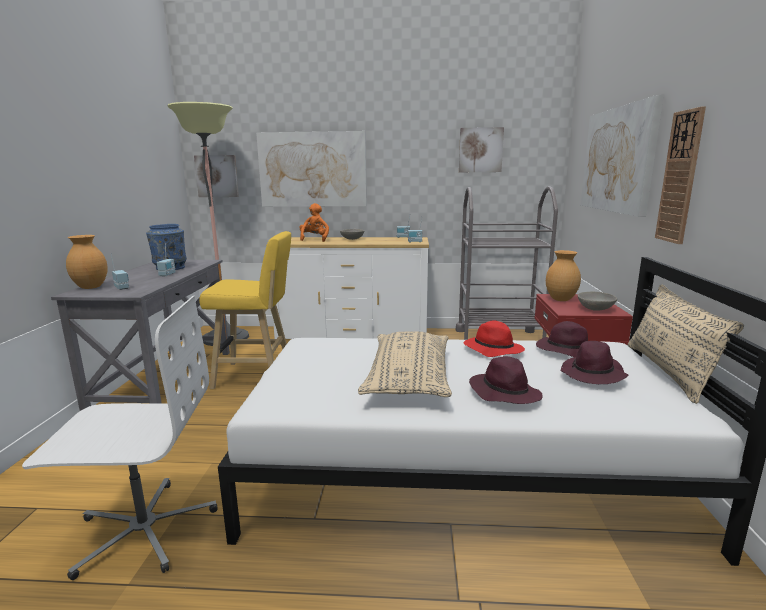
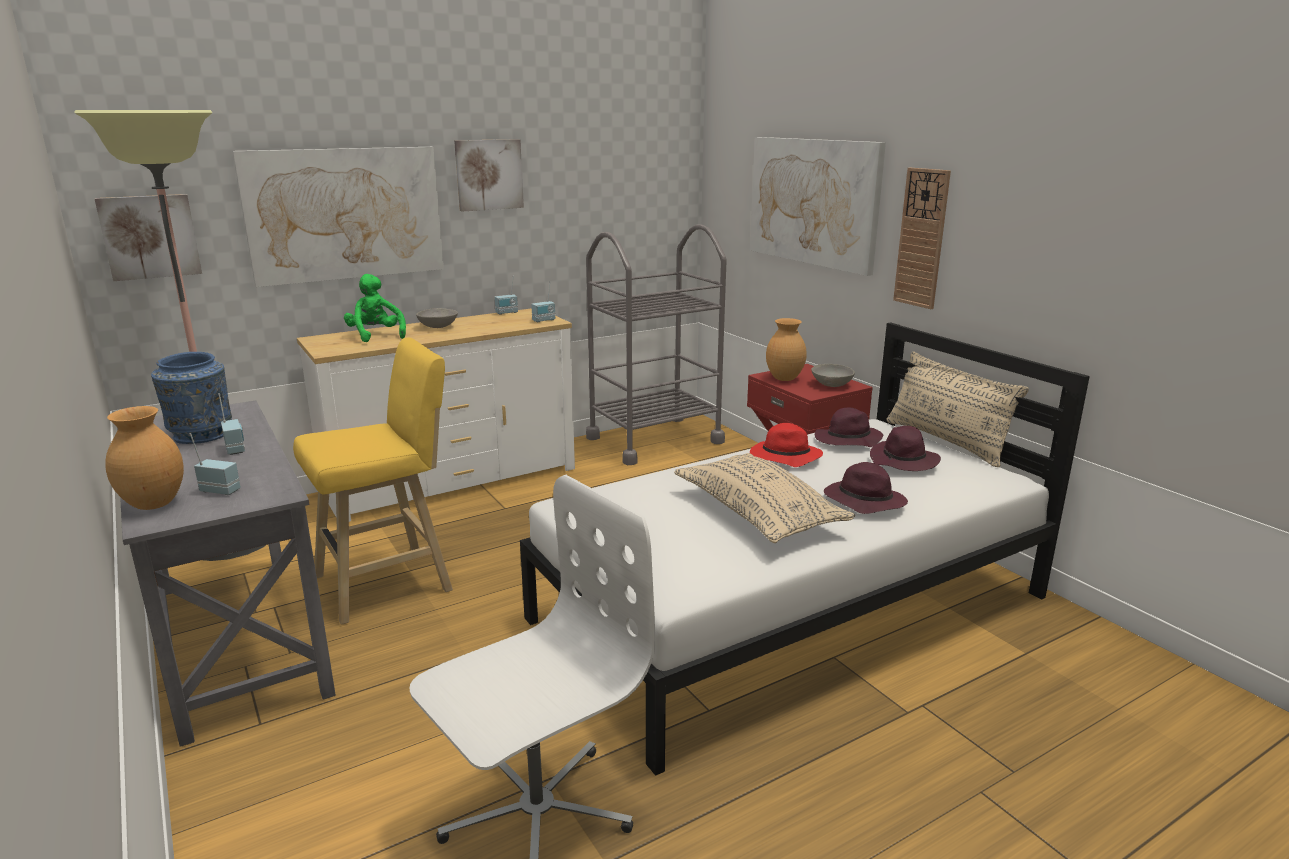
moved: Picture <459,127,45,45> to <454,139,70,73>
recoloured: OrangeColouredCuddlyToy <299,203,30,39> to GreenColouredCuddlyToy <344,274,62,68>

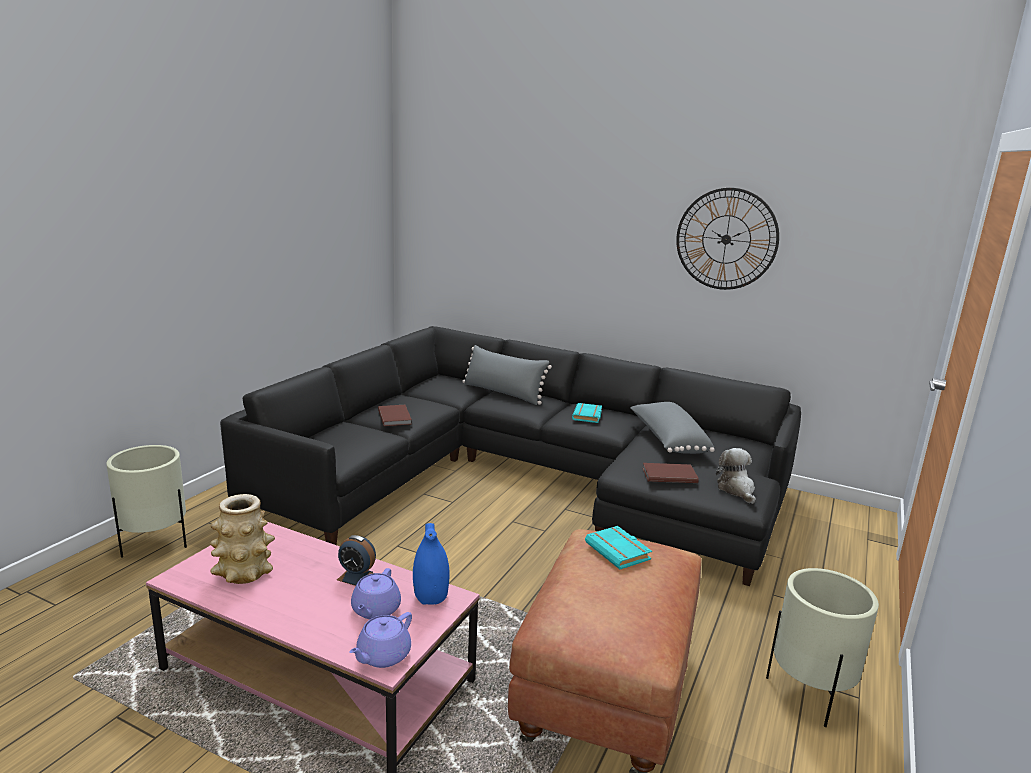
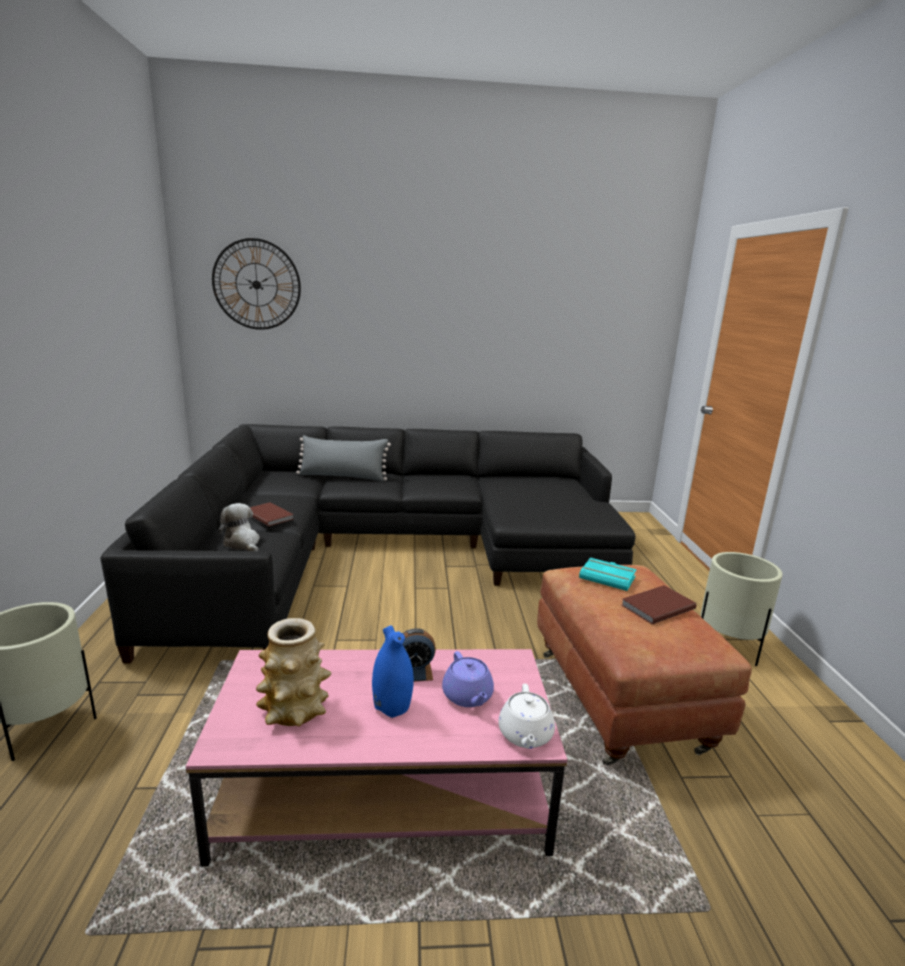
removed: GreyishCushion <630,402,85,52>; BlueGreenVolume <572,403,30,20>
moved: HangingClock <676,188,103,102> to <212,238,89,92>; CuddlyToy <716,448,40,56> to <218,503,42,48>; BrownishVolume <643,463,56,20> to <621,585,75,39>; BluishDecorativeVase <413,523,37,82> to <372,625,42,93>
recoloured: PurplePotForTea <349,612,63,56> to WhiteColouredPotForTea <498,684,57,65>

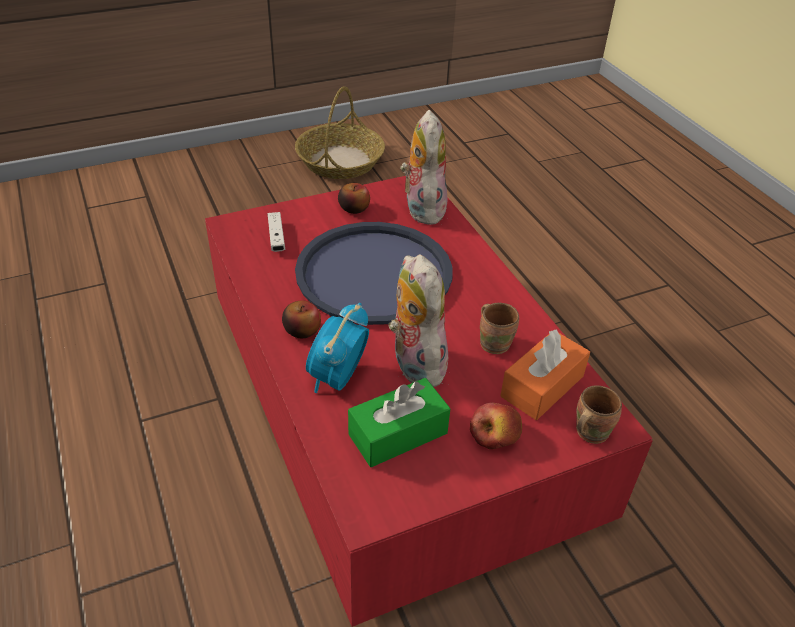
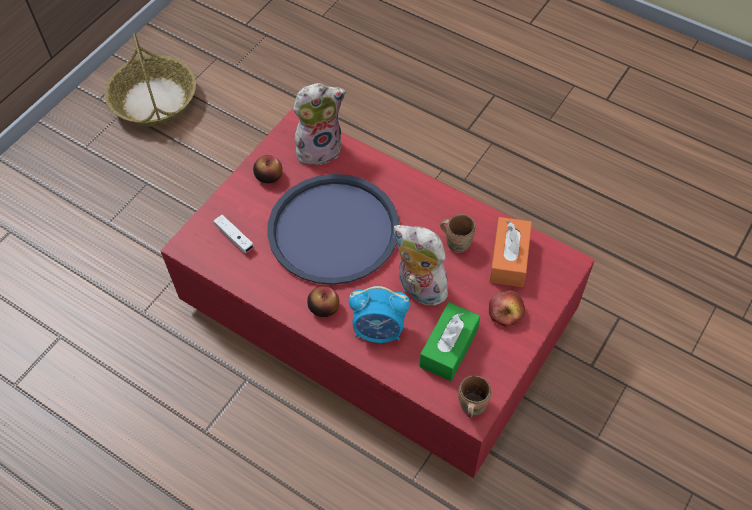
moved: BrownishTeaMug <576,385,46,59> to <458,375,34,43>
turned: CuddlyToy <401,110,47,115> = <293,83,53,82> 105 degrees clockwise; TableClock <306,303,63,90> = <349,286,61,57> 75 degrees counterclockwise

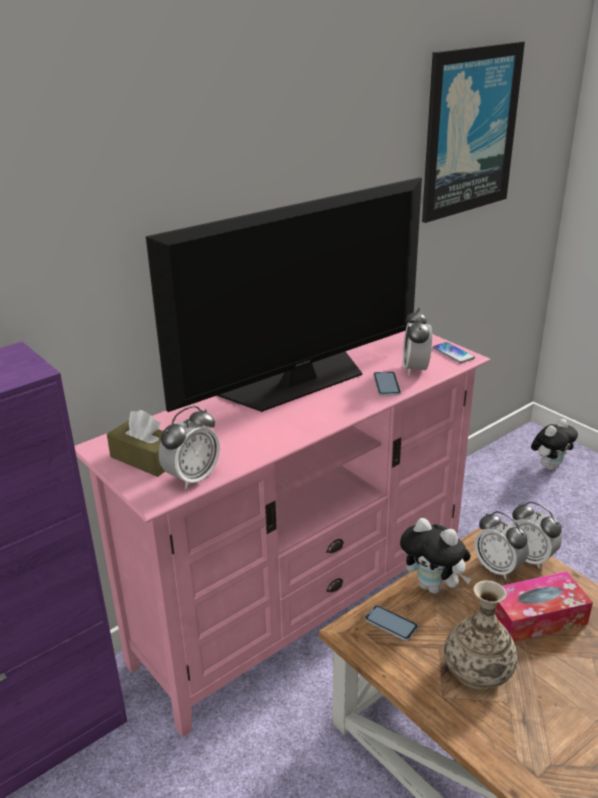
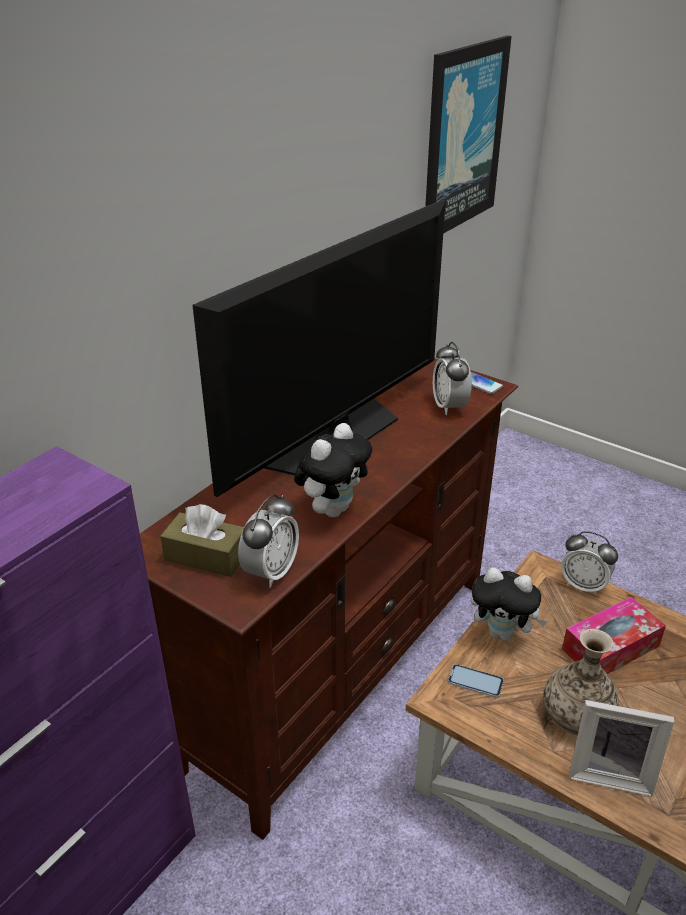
removed: Telephone <373,372,28,24>; TableClock <475,511,54,69>
added: PictureFrame <569,700,105,97>
moved: CuddlyToy <531,419,47,51> to <294,423,78,94>
recoloured: PinkTvStand <74,331,417,406> to BrownishTvStand <140,358,378,482>

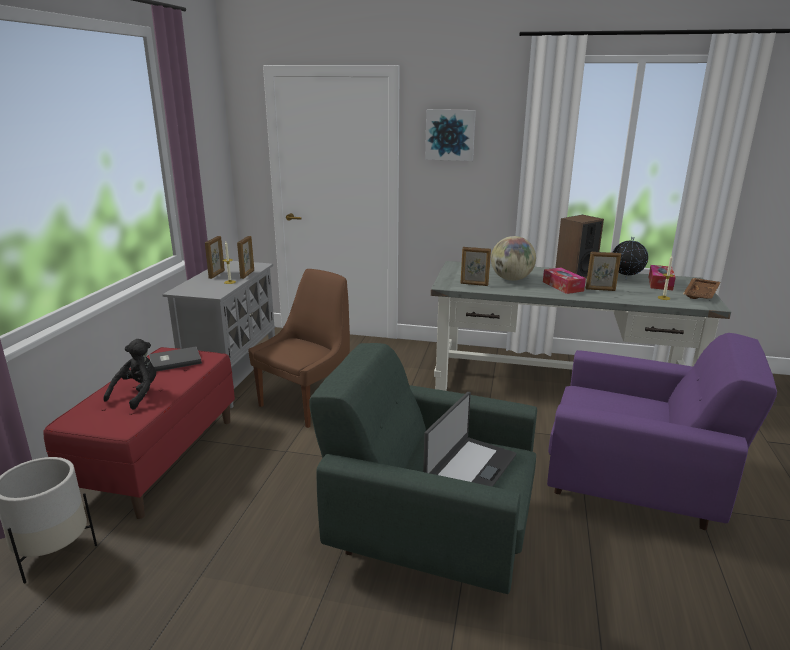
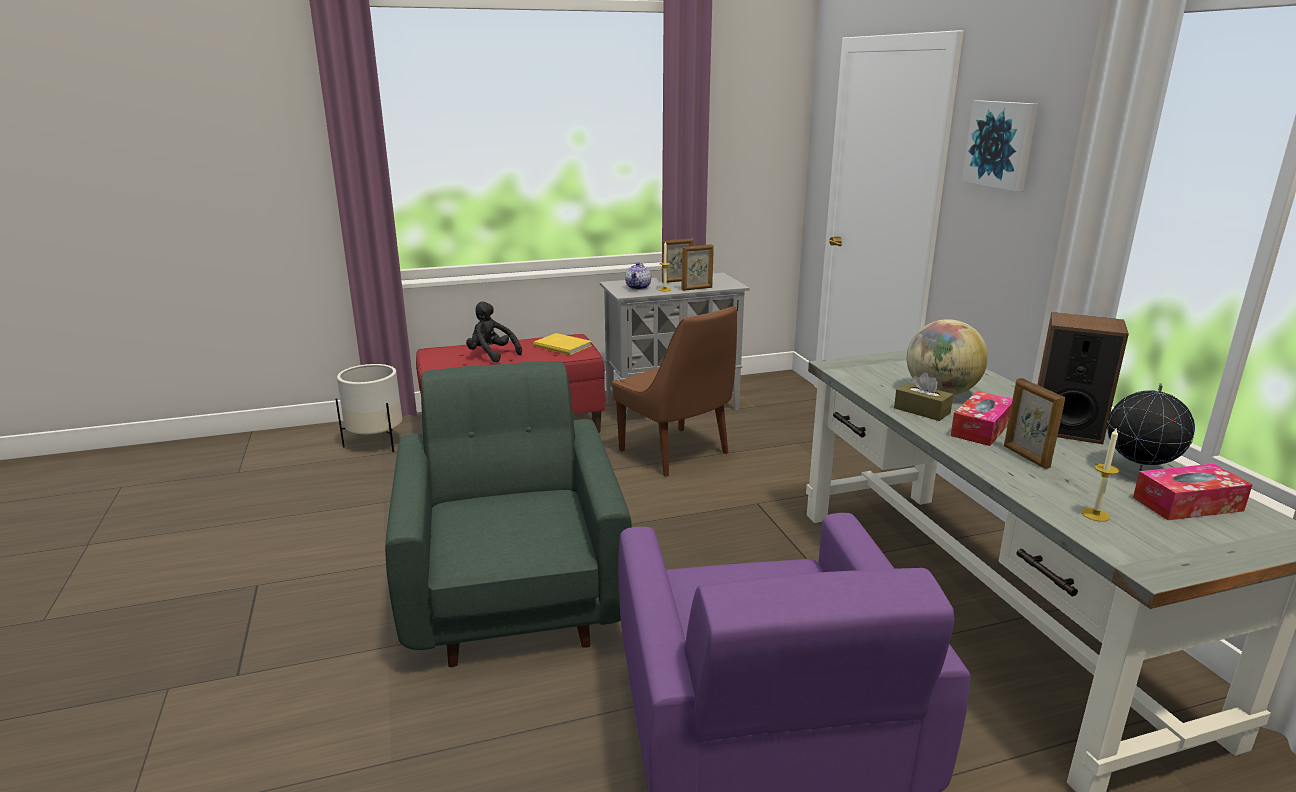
removed: PictureFrame <460,247,31,39>; BrownishServingTray <683,278,37,21>; PortableComputer <423,392,93,95>
added: PotForTea <625,262,26,28>; BrownishTissueHolder <894,372,59,49>
recoloured: GreyishVolume <149,347,53,25> to YellowColouredVolume <533,333,59,22>
turned: BrownishPlainChair <248,269,102,159> = <612,306,125,170> 45 degrees clockwise; BlackCuddlyToy <103,339,53,71> = <466,302,56,60> 135 degrees counterclockwise

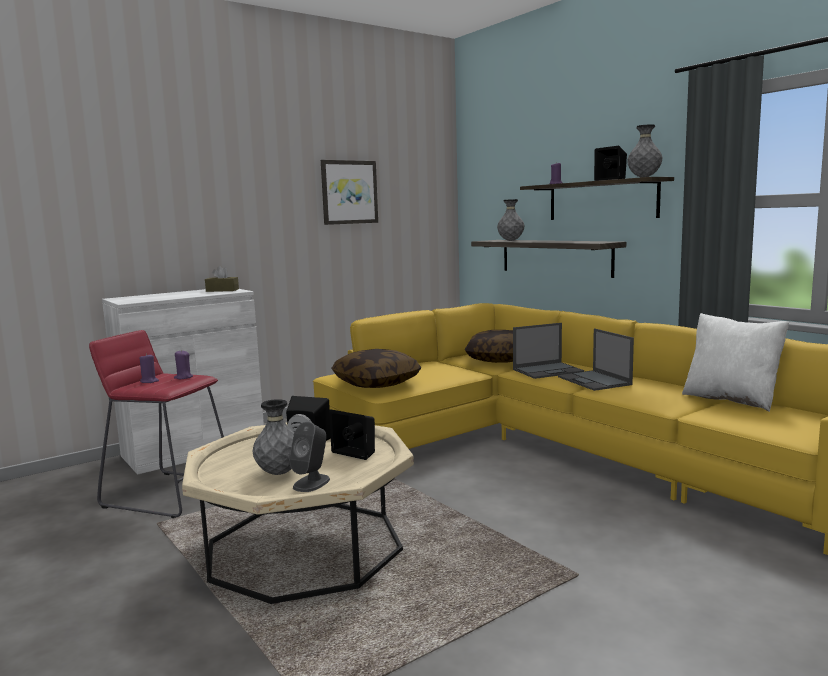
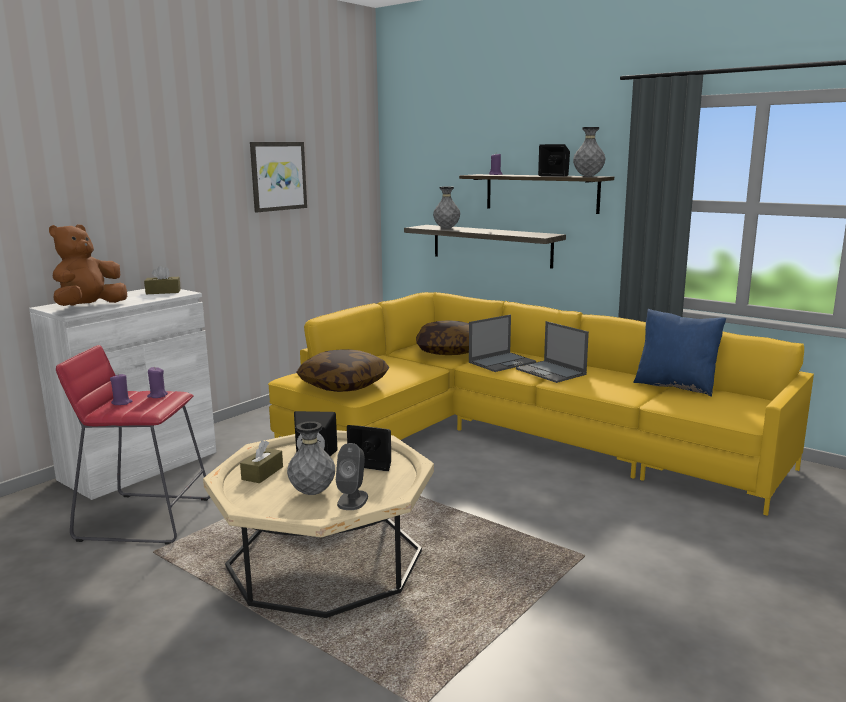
added: BrownishCuddlyToy <49,224,78,82>; BrownishTissueHolder <240,440,43,43>
recoloured: WhiteColouredCushion <682,313,107,99> to BluishCushion <633,309,93,88>

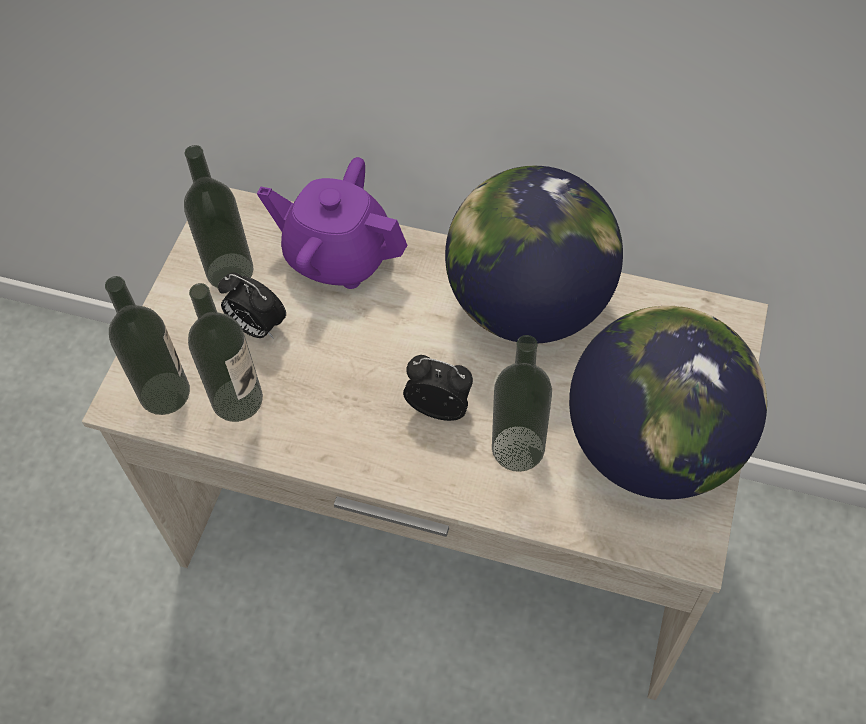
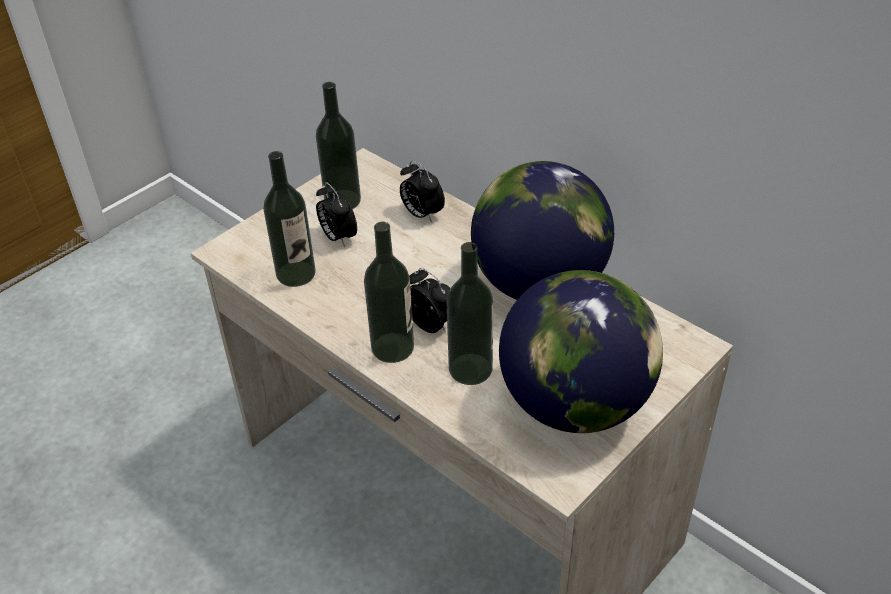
moved: BeverageBottle <105,276,85,139> to <364,222,50,141>
replaced: PurplePotForTea <257,157,151,132> to TableClock <400,161,45,62>

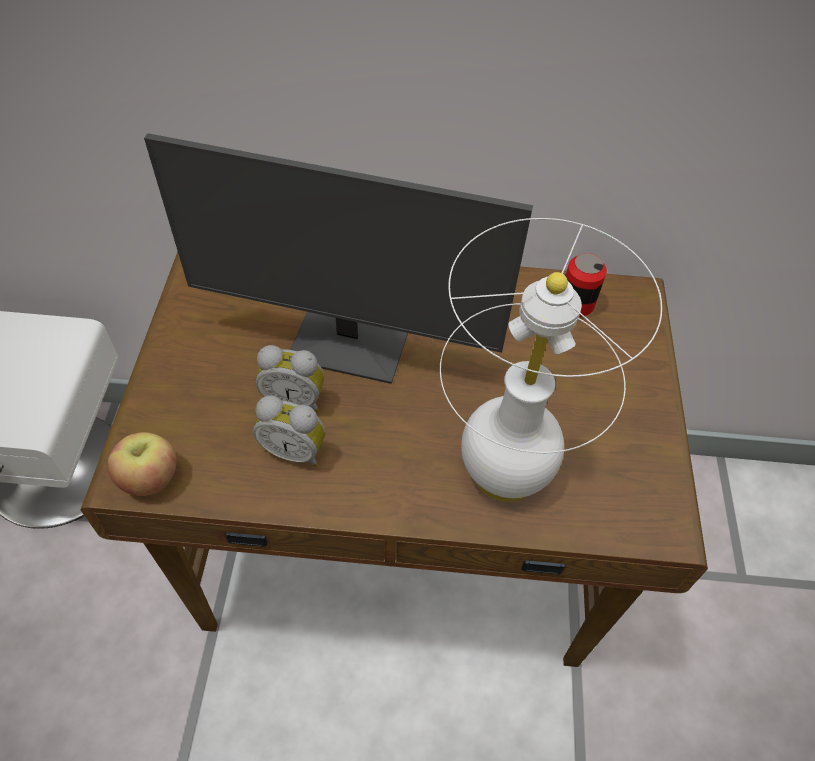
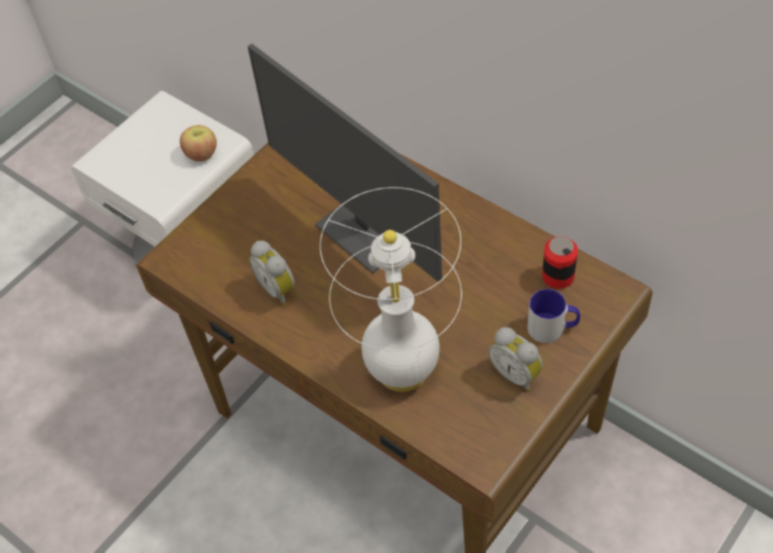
added: TeaMug <527,289,53,54>
moved: TableClock <255,345,69,67> to <488,327,55,65>; AppleFruit <107,432,70,64> to <180,125,37,37>

